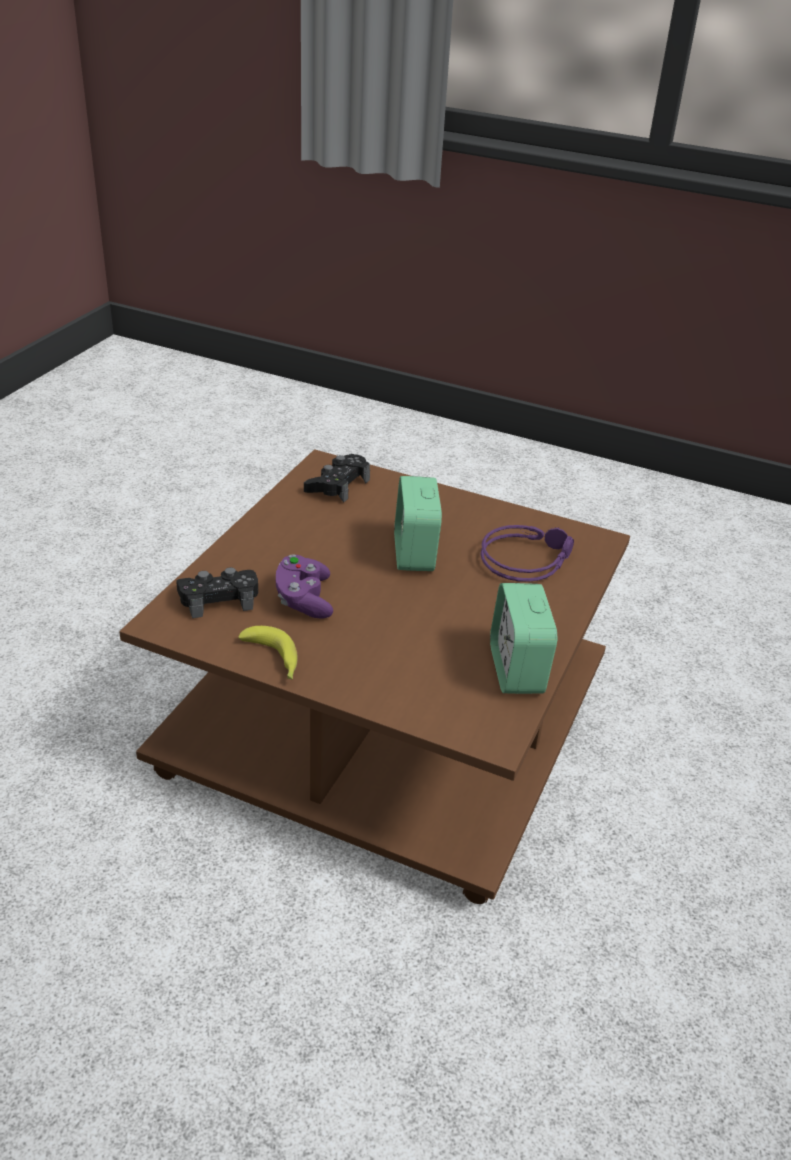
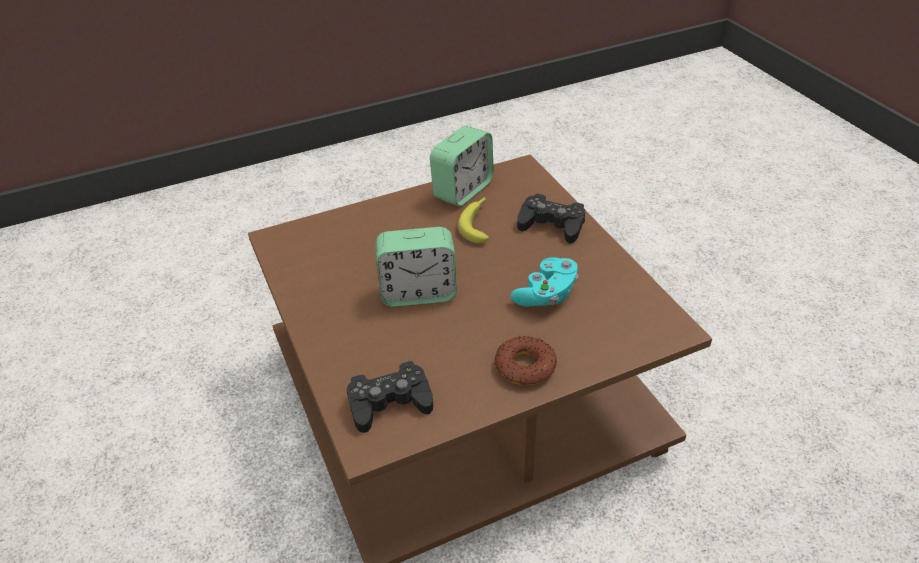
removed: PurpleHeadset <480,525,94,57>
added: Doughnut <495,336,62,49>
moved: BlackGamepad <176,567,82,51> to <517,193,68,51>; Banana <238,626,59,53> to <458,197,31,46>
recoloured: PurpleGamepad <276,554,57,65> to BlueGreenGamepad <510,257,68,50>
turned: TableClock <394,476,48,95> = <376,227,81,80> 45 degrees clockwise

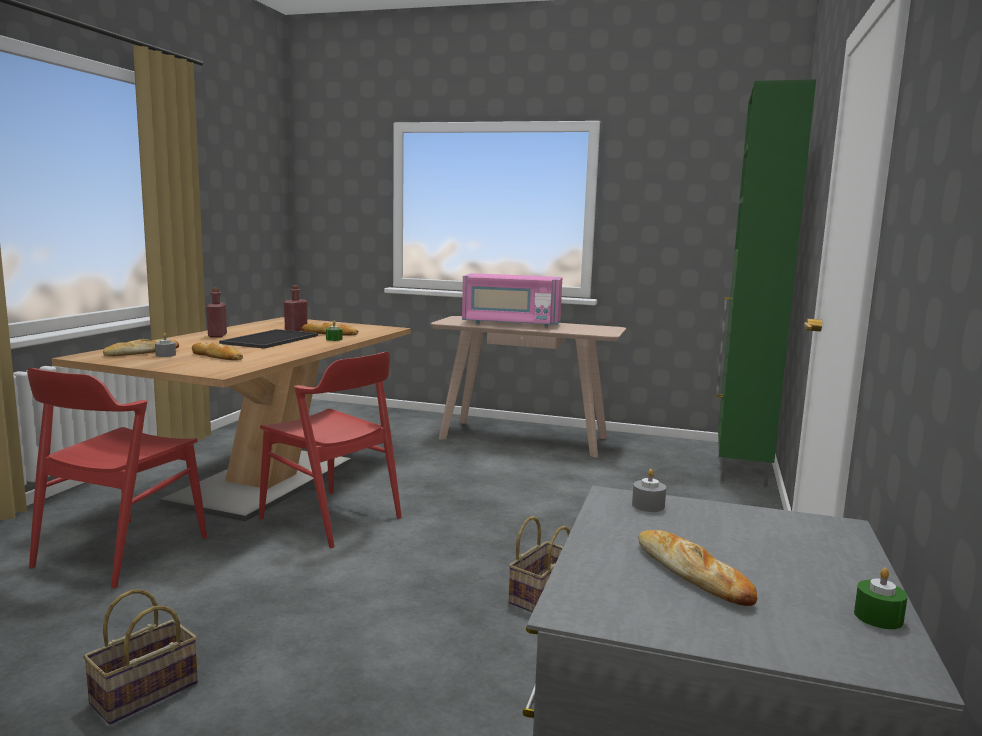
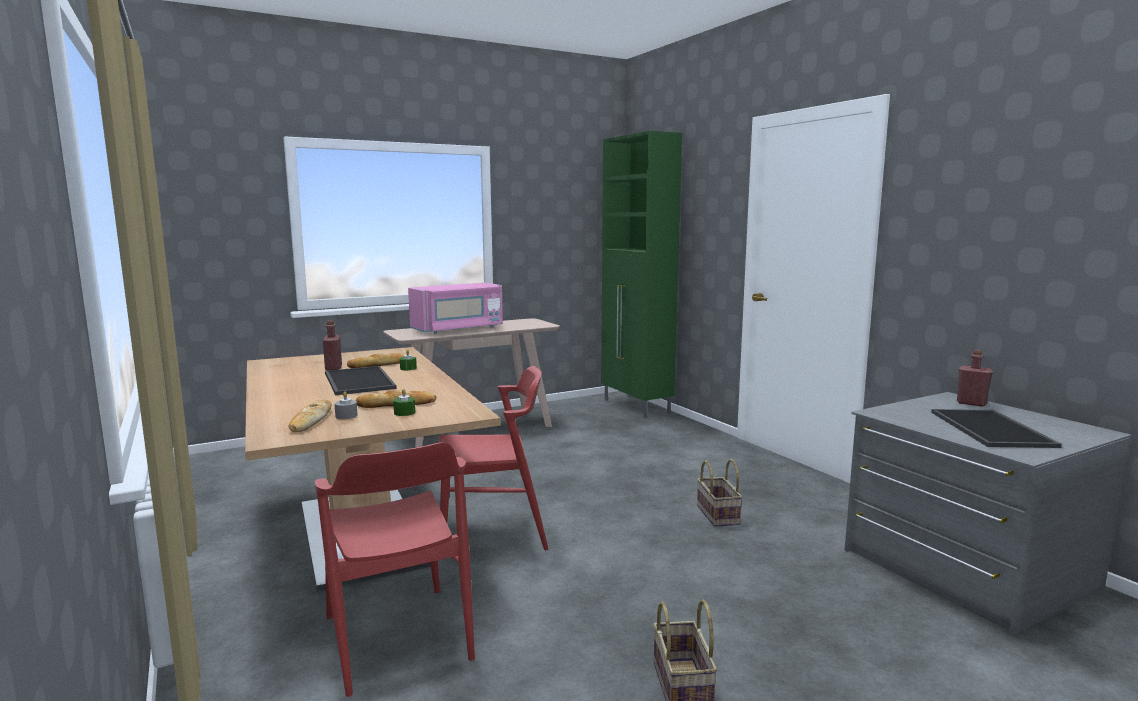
removed: GreyishWaxLight <632,469,34,43>
moved: ReddishBeverageBottle <207,287,20,50> to <957,350,36,57>; GreenColouredWaxLight <854,568,54,61> to <393,389,22,27>
replaced: Bread <638,530,119,76> to ServingTray <931,409,131,39>

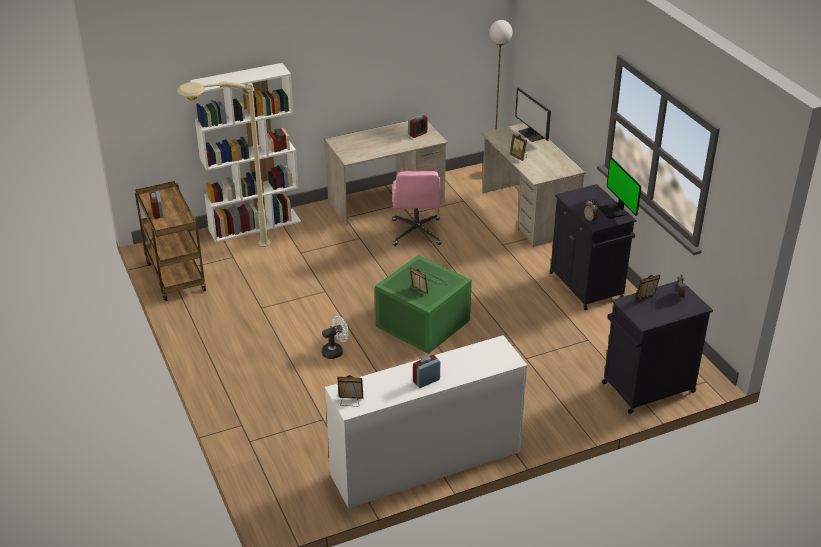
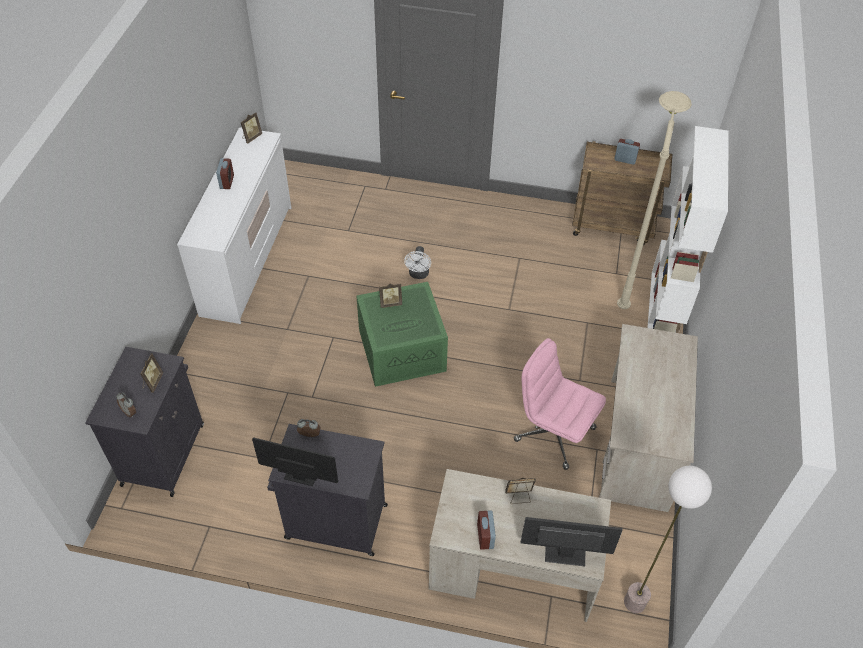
moved: TableClock <408,114,19,24> to <477,510,19,40>

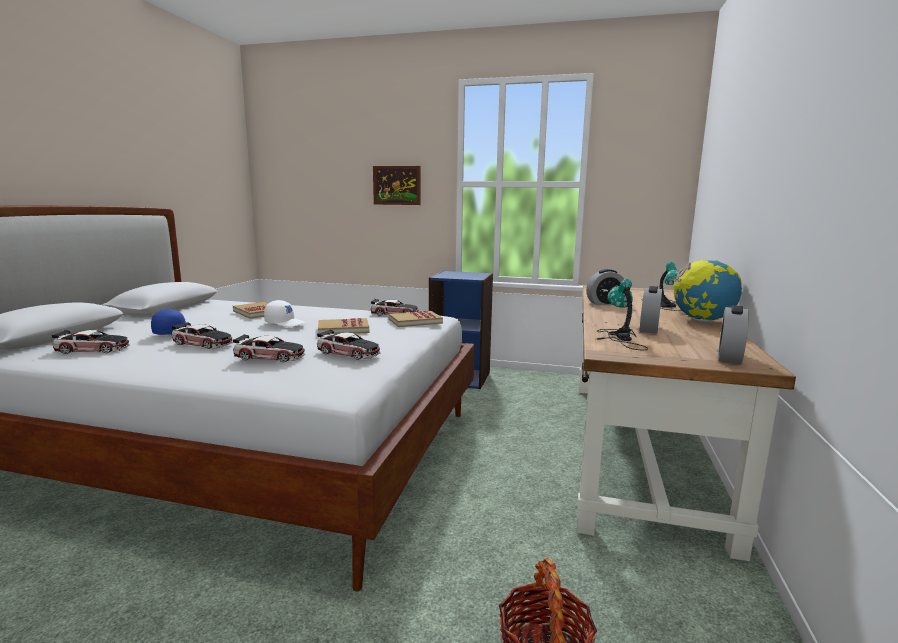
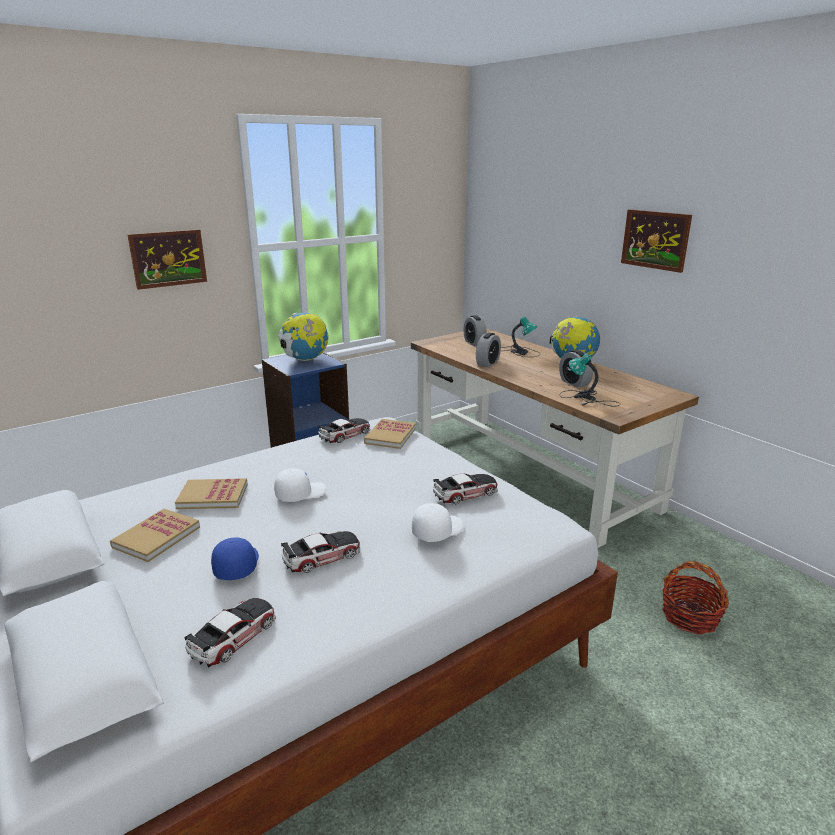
added: Picture <621,209,71,64>; Globe <278,313,51,48>
moved: TableClock <718,305,31,59> to <464,315,23,31>; Volume <318,318,51,17> to <110,509,90,53>
replaced: ModelCar <233,334,72,28> to WhiteColouredPeakedCap <412,503,52,39>

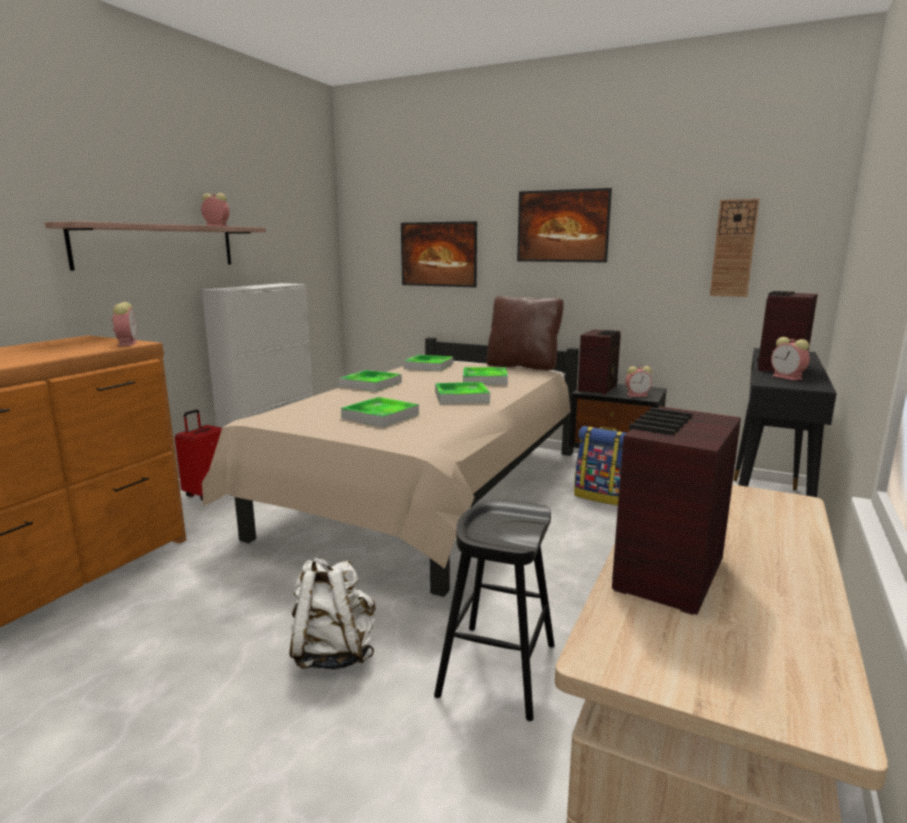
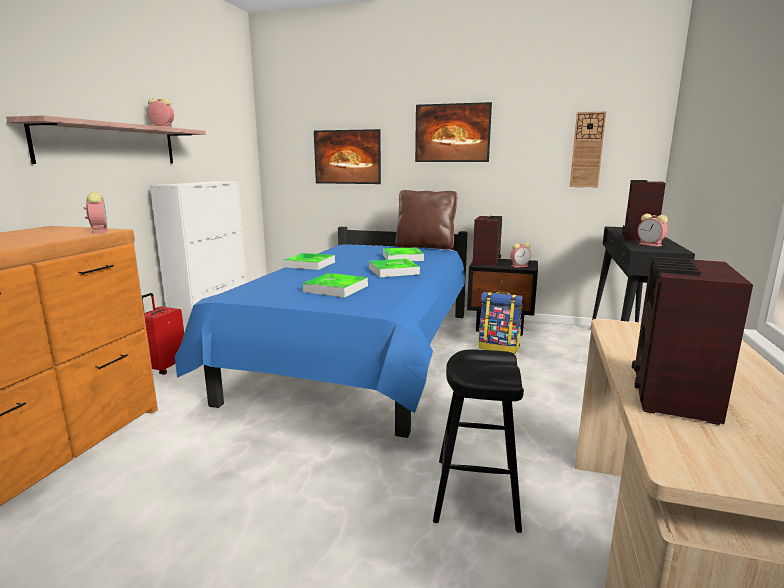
removed: ServingTray <404,355,49,16>; WhiteColouredRucksack <289,558,87,111>
recoloured: SandColouredBed <202,337,377,260> to BluishBed <175,227,293,211>

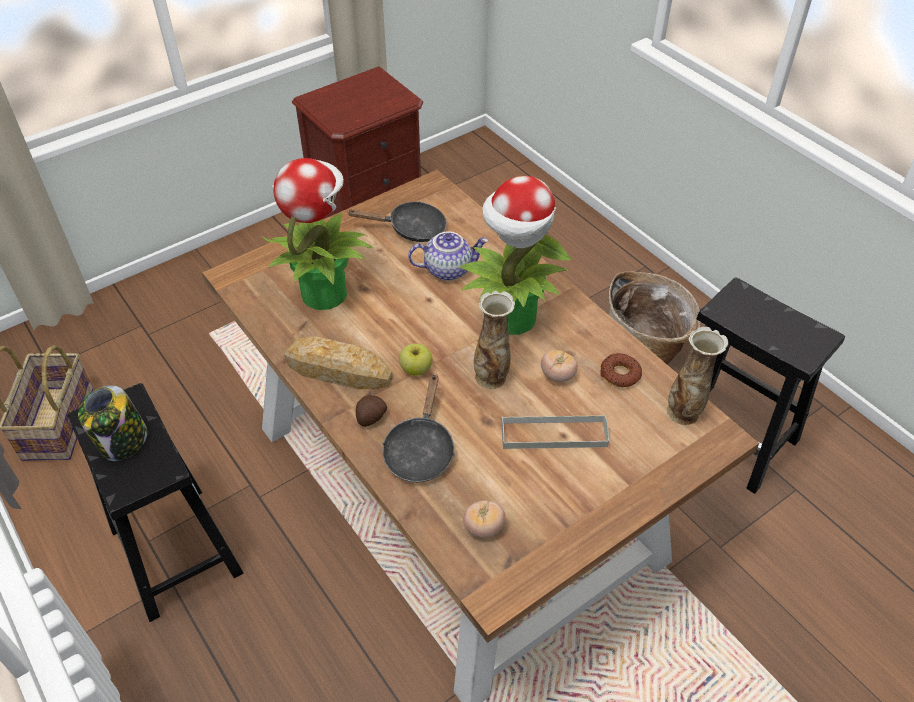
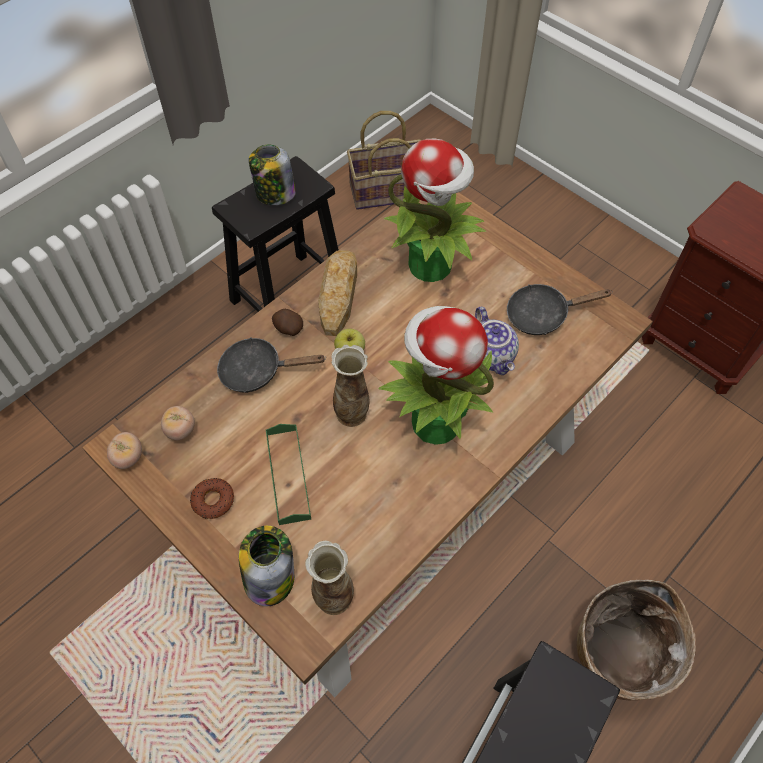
added: Jar <239,526,55,80>
moved: WholeTomato <541,350,37,32> to <107,432,35,37>; Doughnut <600,353,42,34> to <190,478,44,41>
recoloured: GreyishServingTray <501,415,108,34> to GreenColouredServingTray <266,424,45,101>
turned: BlackPan <347,201,100,41> = <507,284,106,51> 90 degrees clockwise

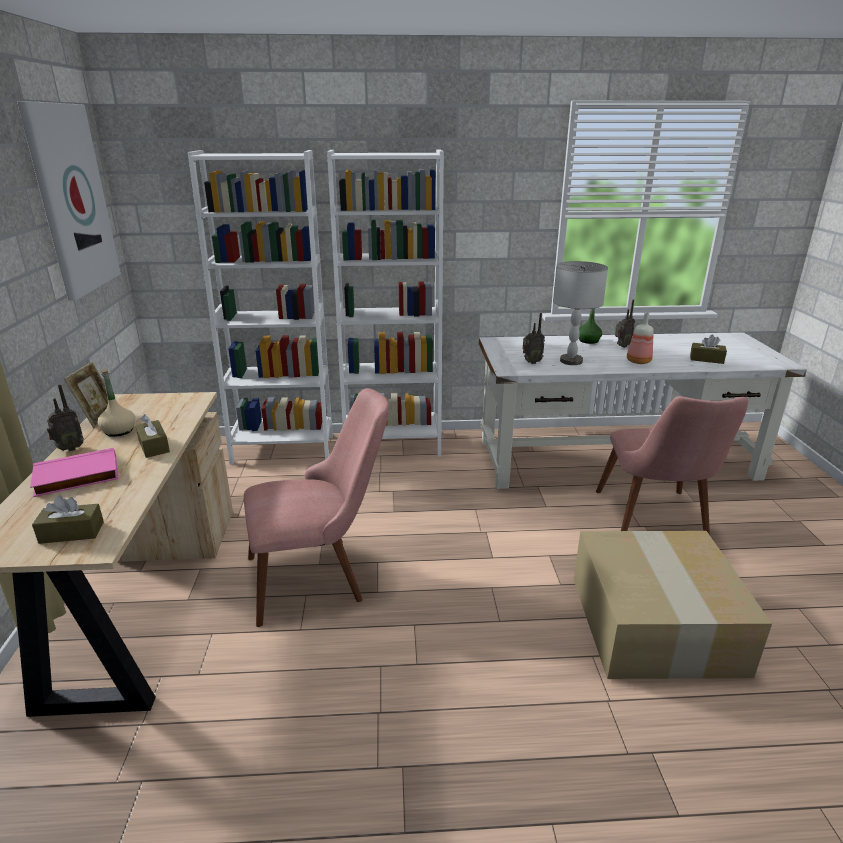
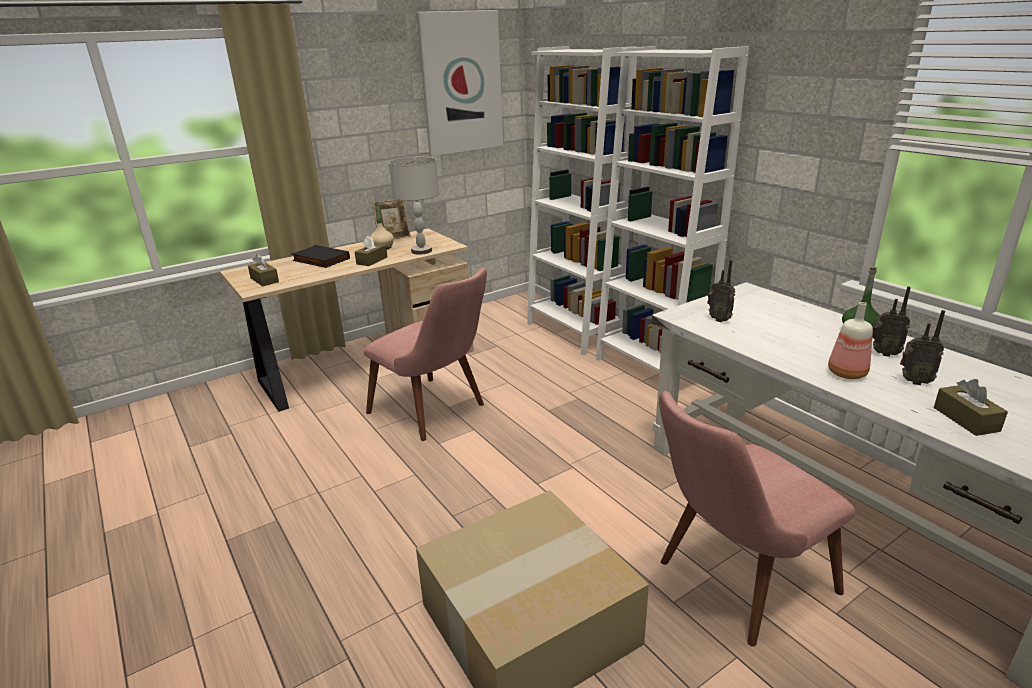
moved: GreyishTabletopLamp <553,261,55,104> to <389,157,50,98>; RadioReceiver <47,384,37,67> to <900,310,45,75>
recoloured: PinkVolume <30,448,88,49> to BlackVolume <292,245,58,23>

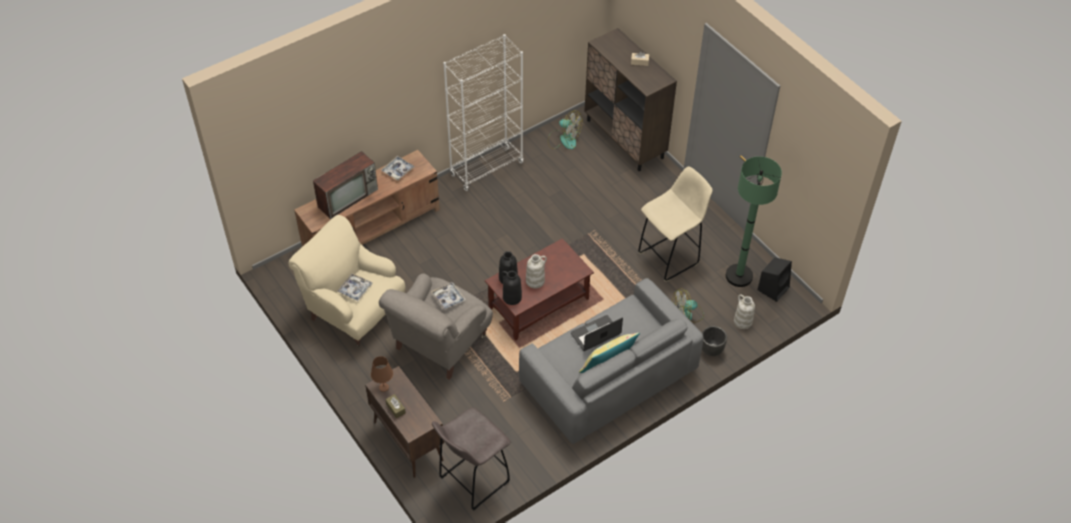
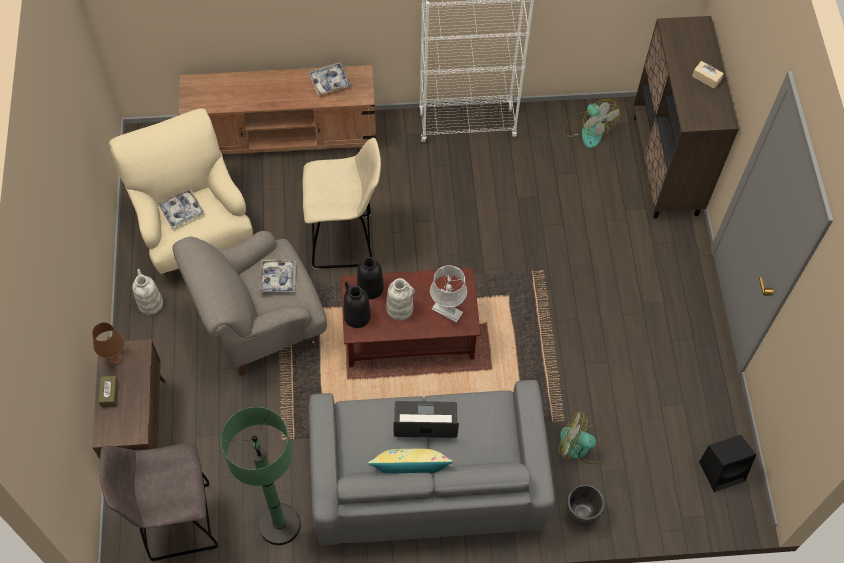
removed: Television <313,151,65,68>
added: GreyishTabletopLamp <430,265,37,58>
moved: GreenColouredFloorLamp <726,156,56,131> to <221,407,80,138>; SandColouredStoolSeat <638,166,75,116> to <303,138,78,131>; WhiteColouredDecorativeVase <734,294,21,35> to <132,269,31,46>

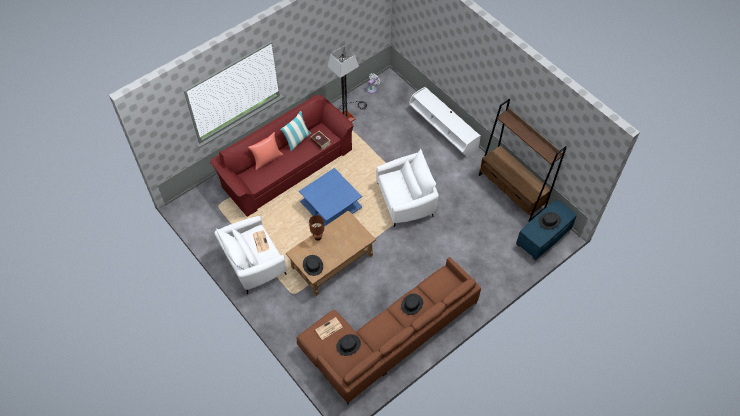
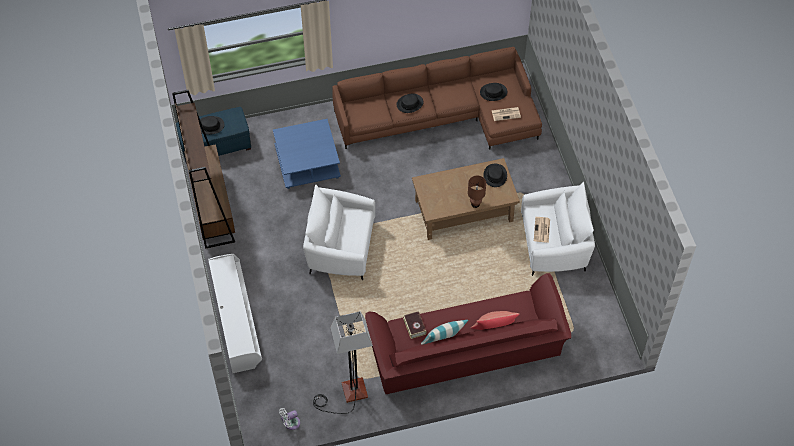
moved: BluishLowTable <299,168,63,59> to <273,119,68,70>

